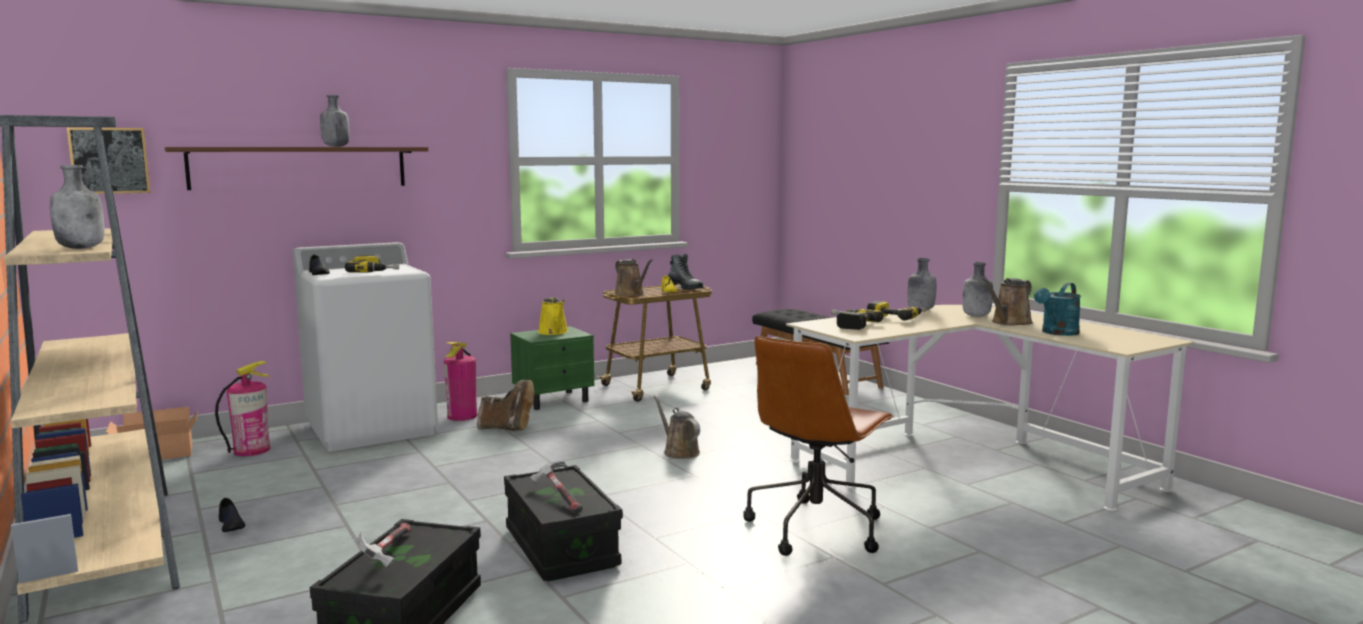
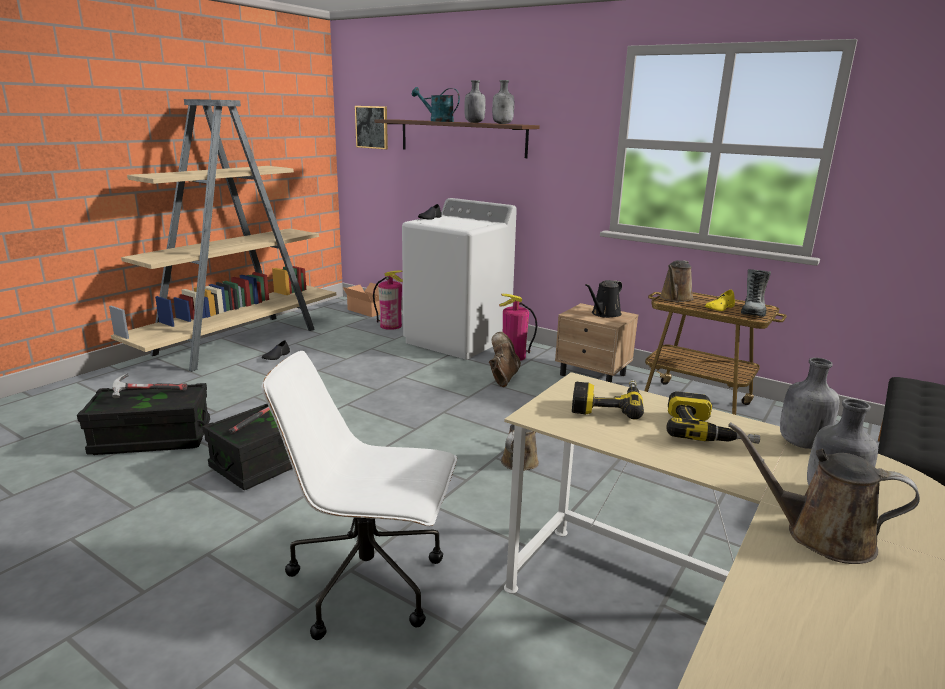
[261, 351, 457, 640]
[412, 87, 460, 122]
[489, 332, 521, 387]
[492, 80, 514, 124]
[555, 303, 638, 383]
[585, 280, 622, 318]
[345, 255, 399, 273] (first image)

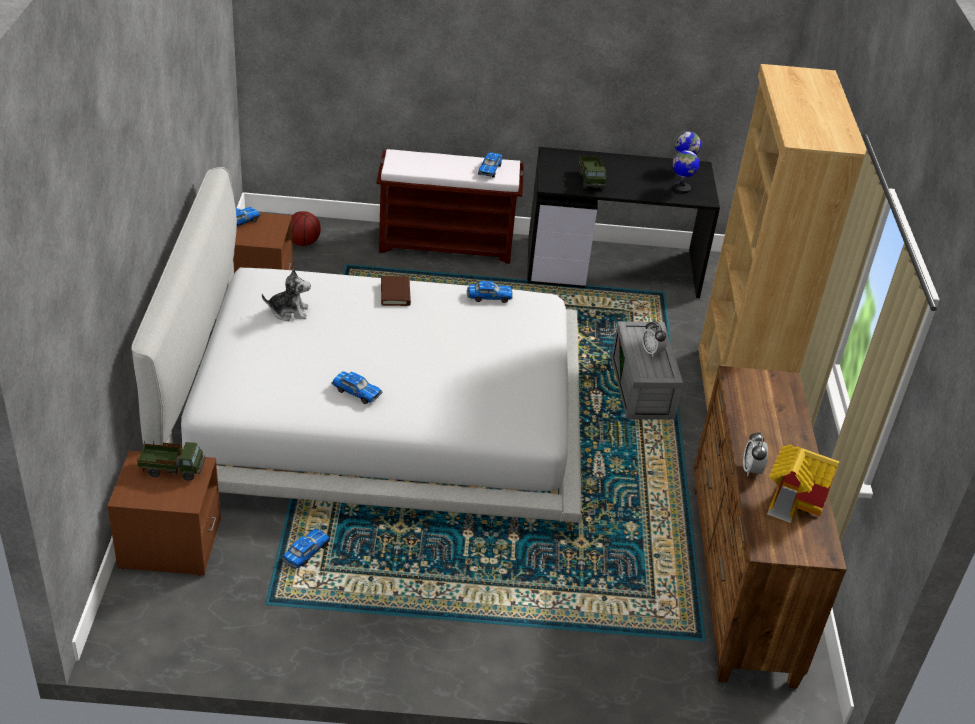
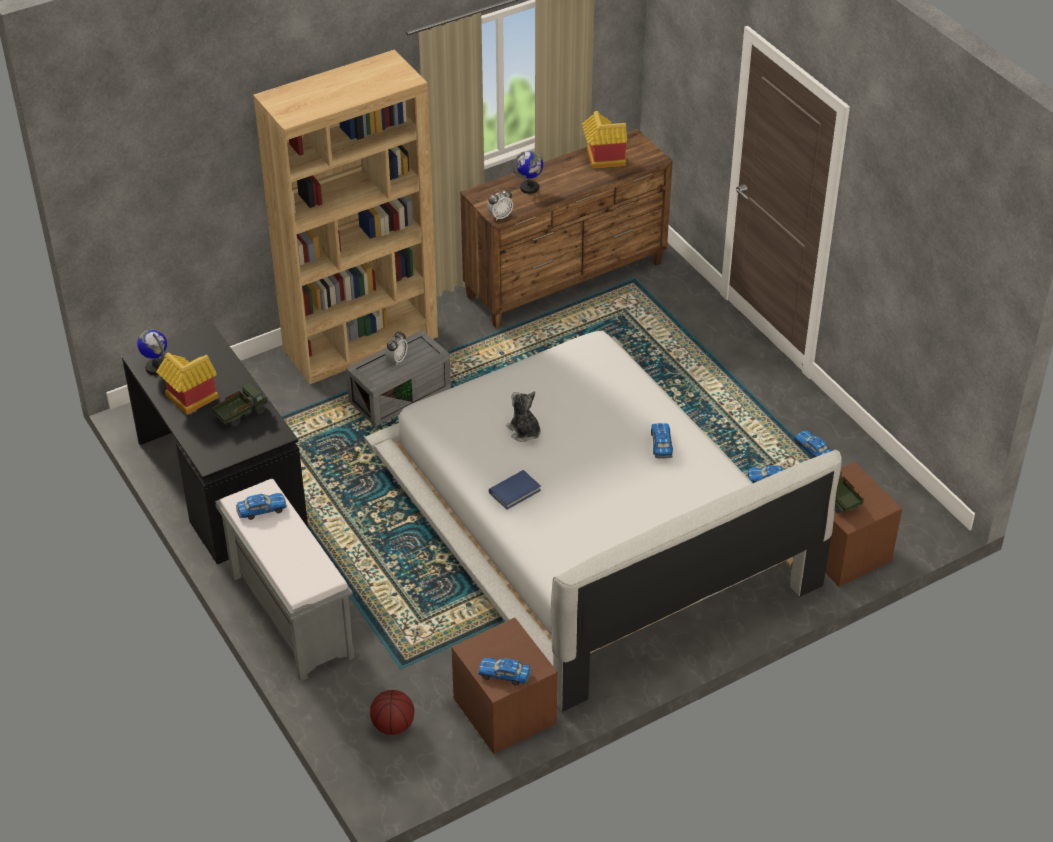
[156, 353, 219, 415]
[215, 479, 355, 681]
[487, 188, 513, 221]
[489, 470, 541, 510]
[506, 391, 541, 442]
[513, 151, 543, 194]
[794, 430, 832, 458]

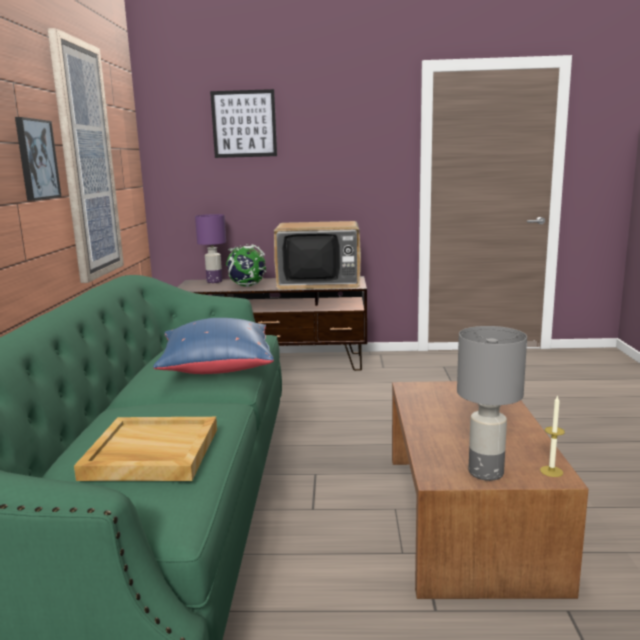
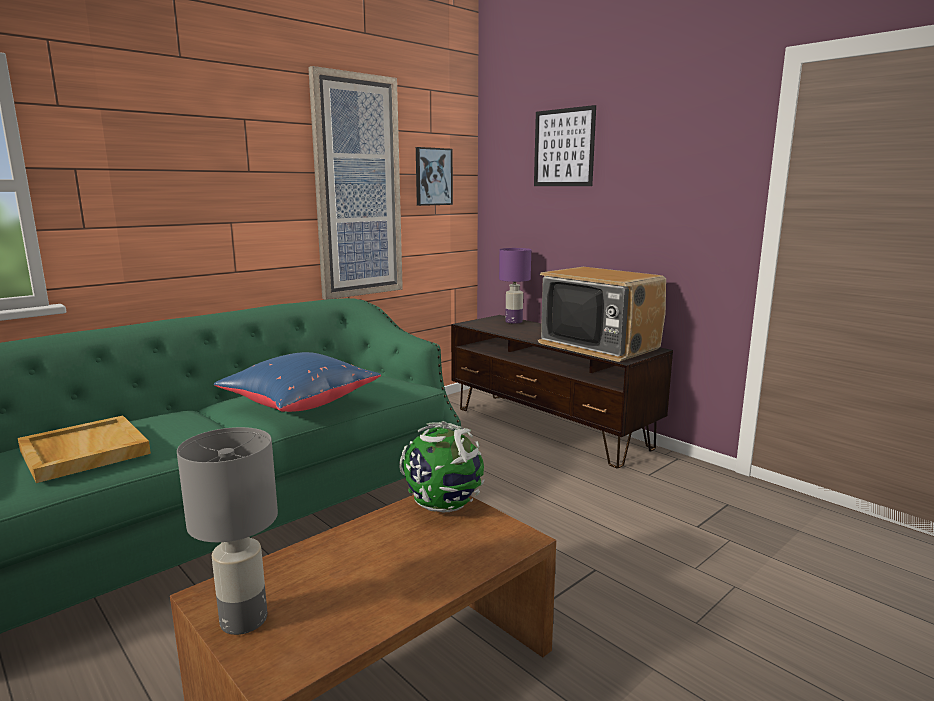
[399, 421, 484, 512]
[416, 147, 453, 206]
[540, 395, 565, 477] (first image)

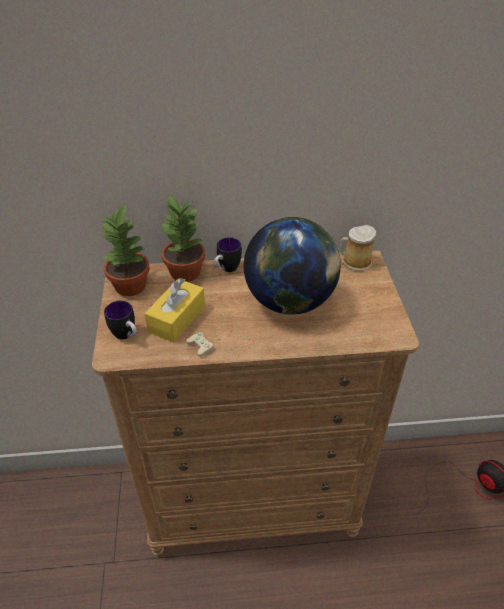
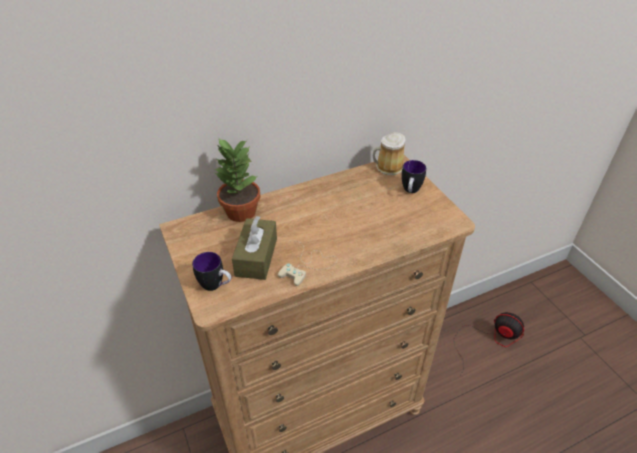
[232, 216, 277, 280]
[401, 160, 426, 193]
[100, 205, 150, 296] (first image)
[244, 217, 341, 315] (first image)

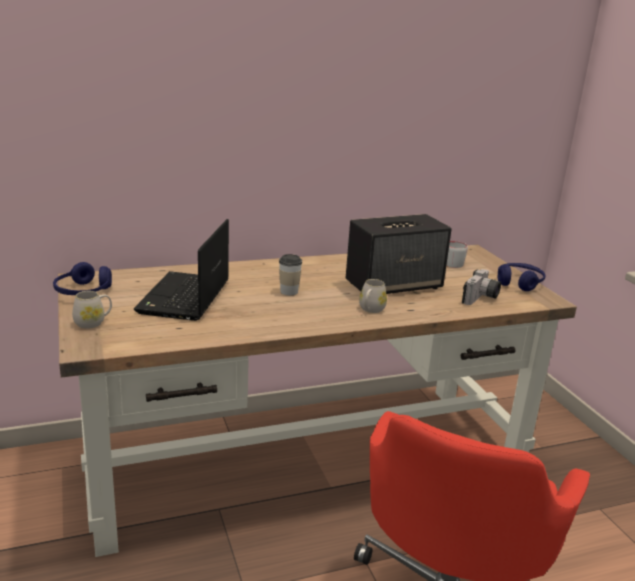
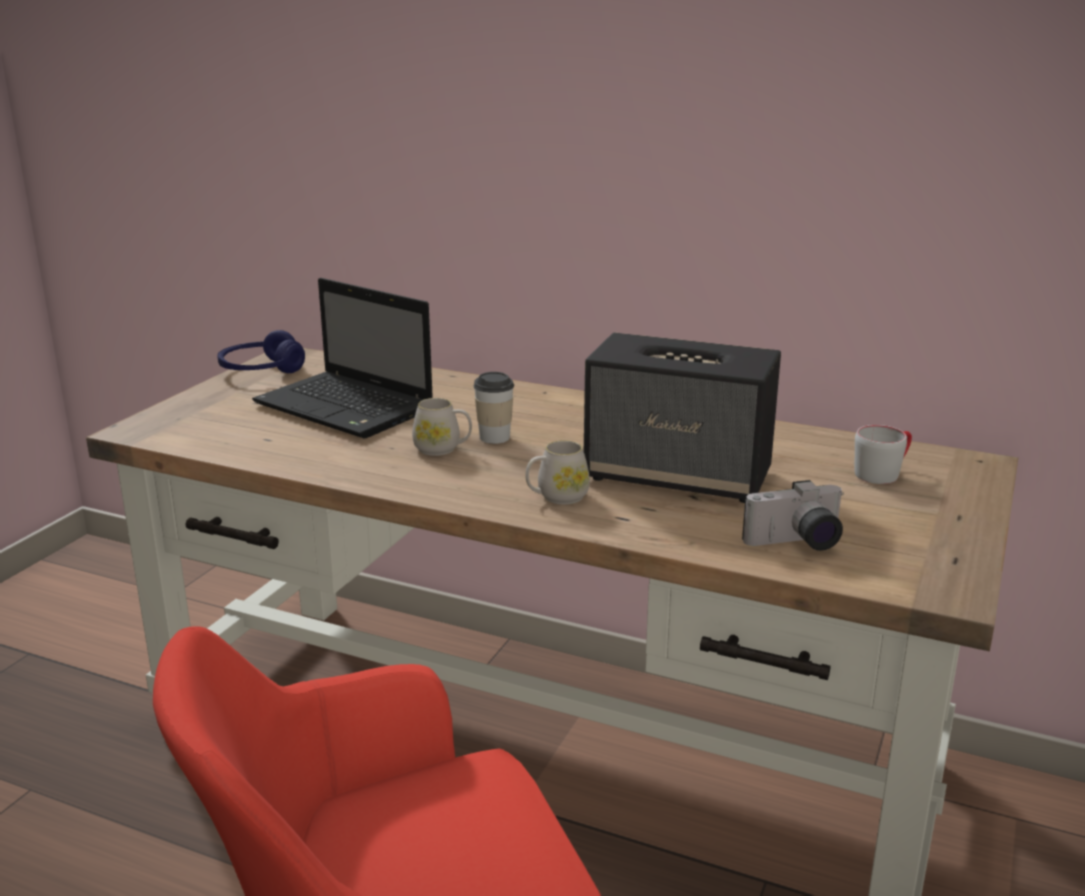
[252, 278, 433, 439]
[412, 398, 472, 456]
[498, 263, 545, 291] (first image)

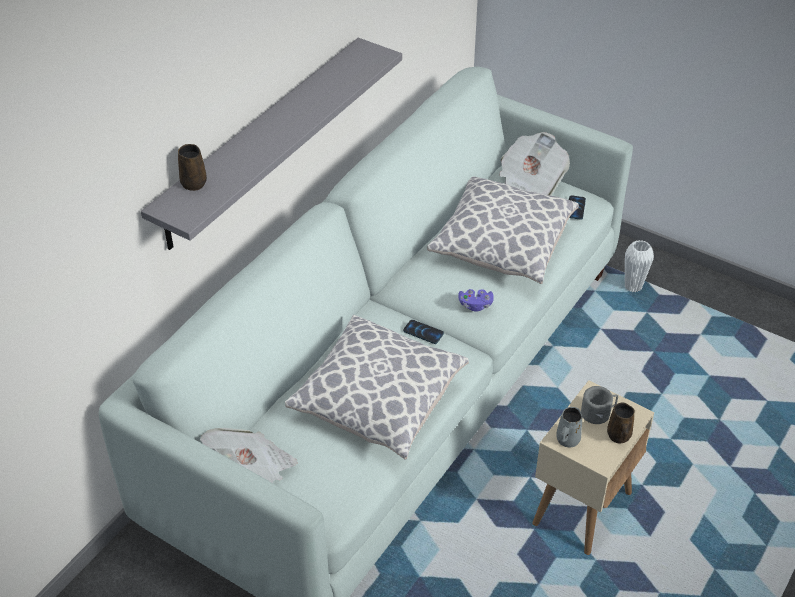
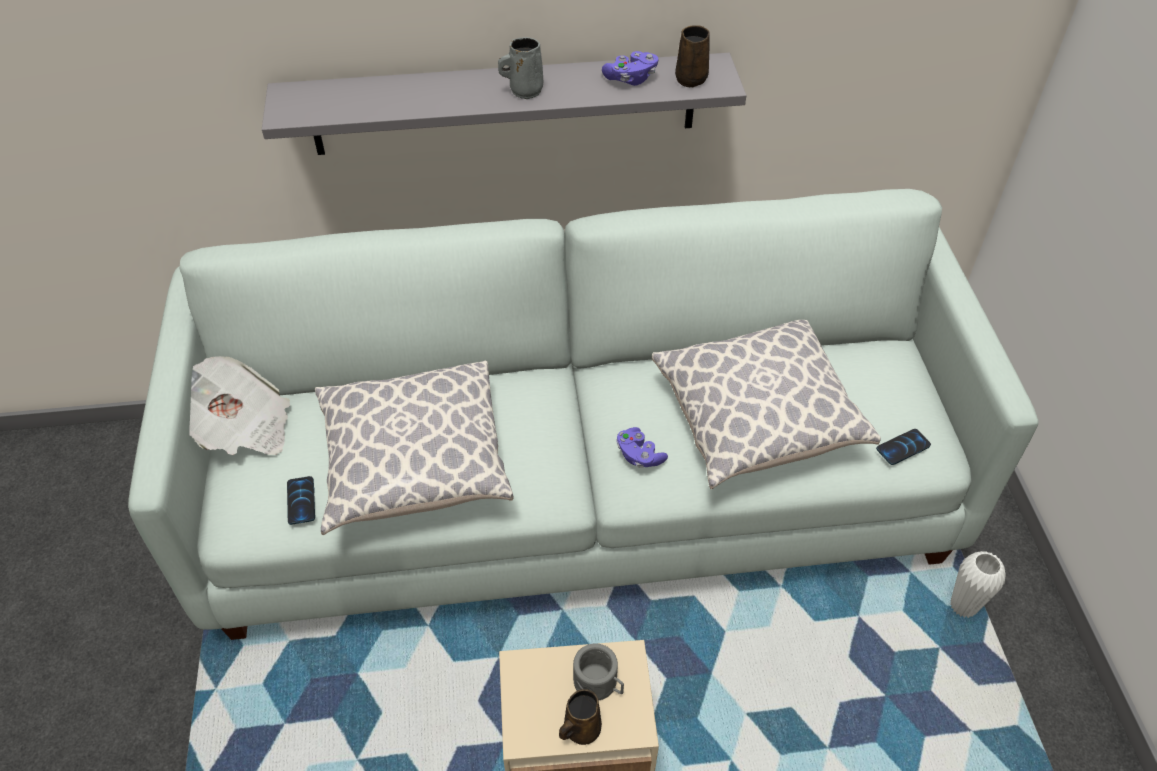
[287, 476, 315, 525]
[498, 37, 543, 99]
[602, 51, 659, 86]
[675, 25, 710, 88]
[499, 132, 570, 196] (first image)

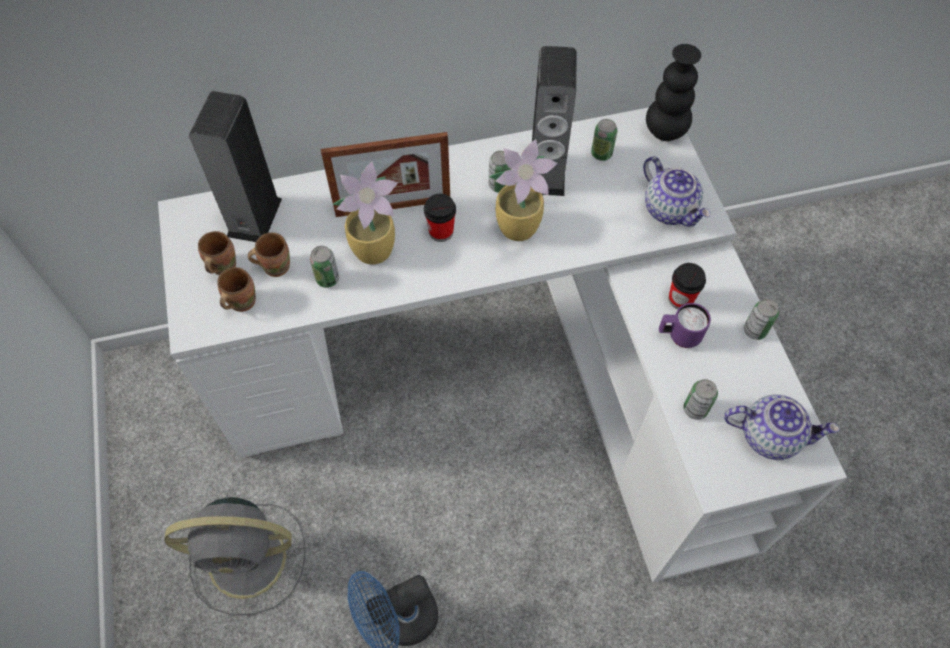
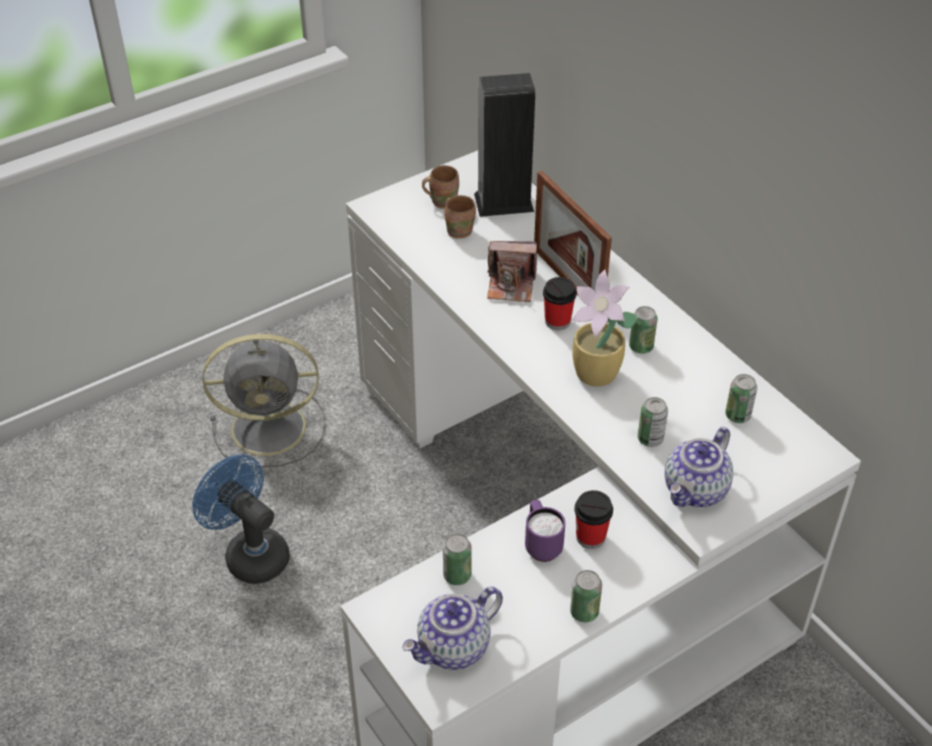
[203, 334, 325, 468]
[402, 587, 503, 670]
[487, 241, 537, 302]
[638, 397, 668, 447]
[217, 267, 256, 312] (first image)
[532, 46, 577, 196] (first image)
[646, 44, 701, 141] (first image)

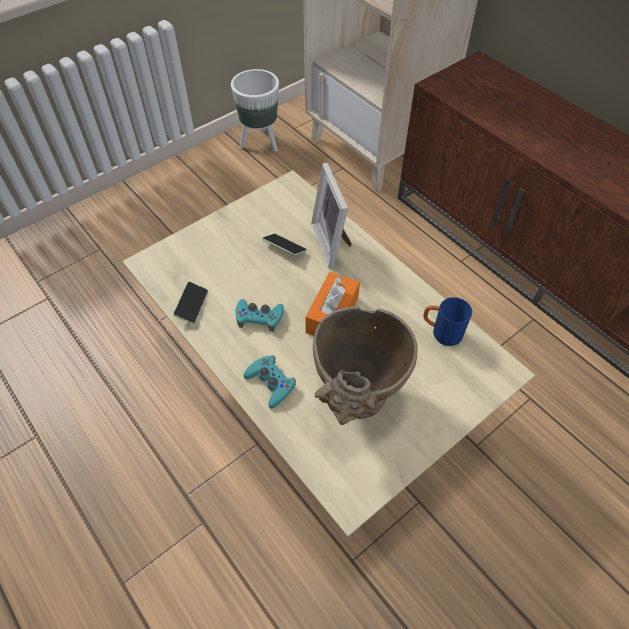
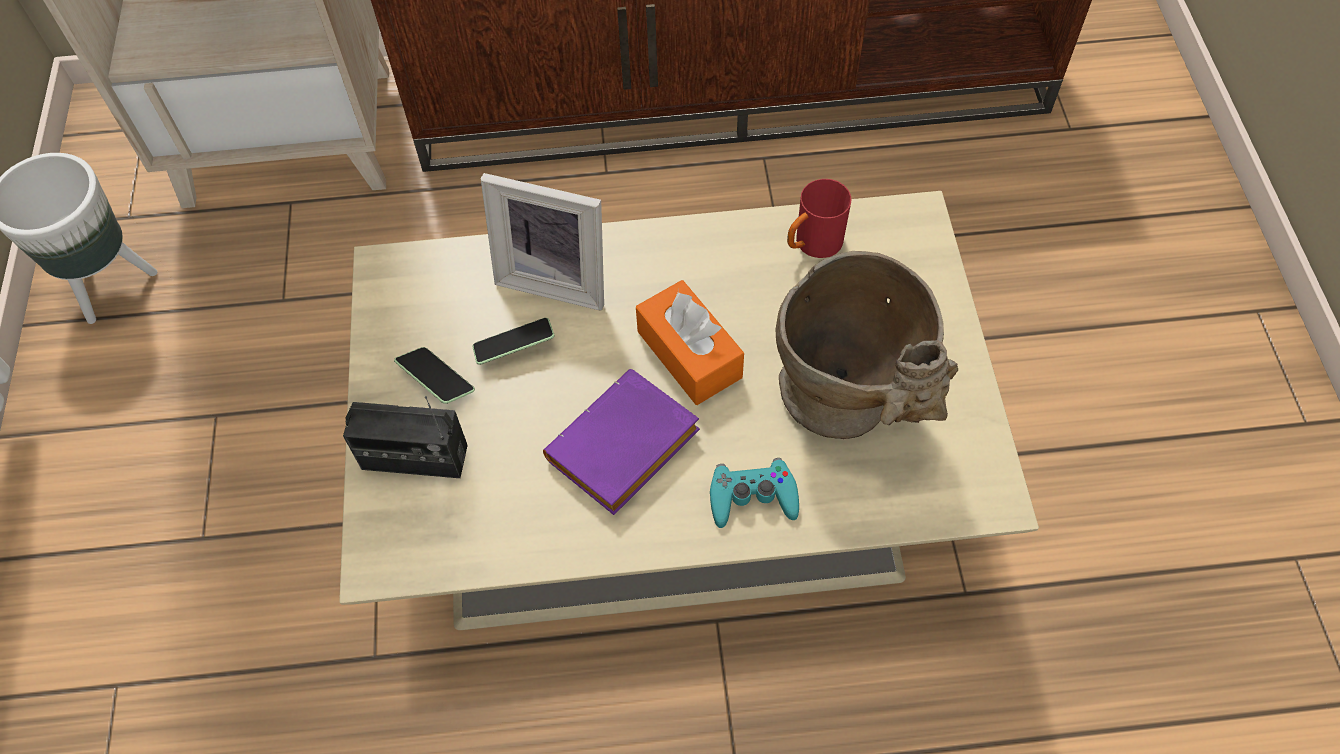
[343, 396, 468, 478]
[394, 347, 475, 404]
[543, 369, 700, 515]
[787, 179, 851, 258]

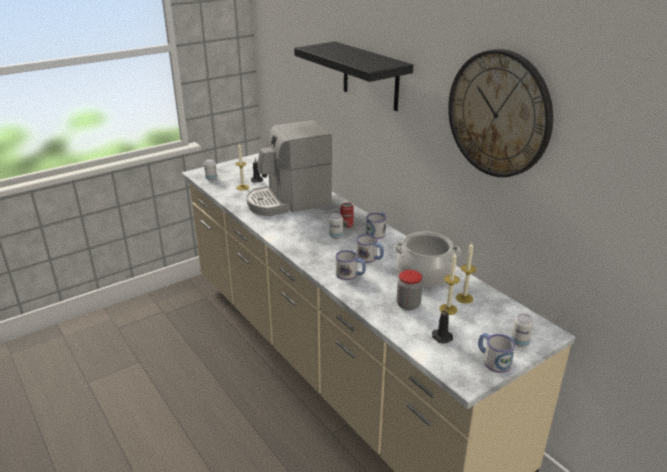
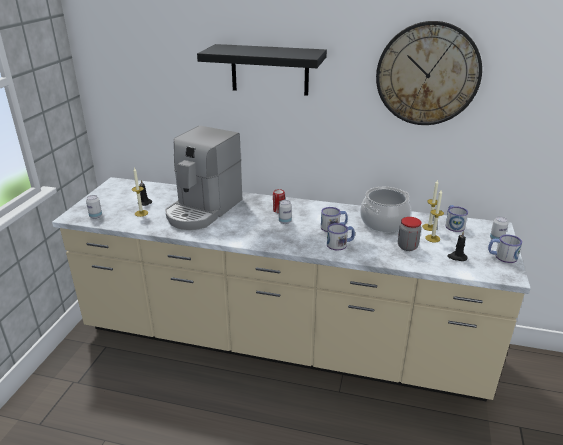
[445, 205, 468, 232]

